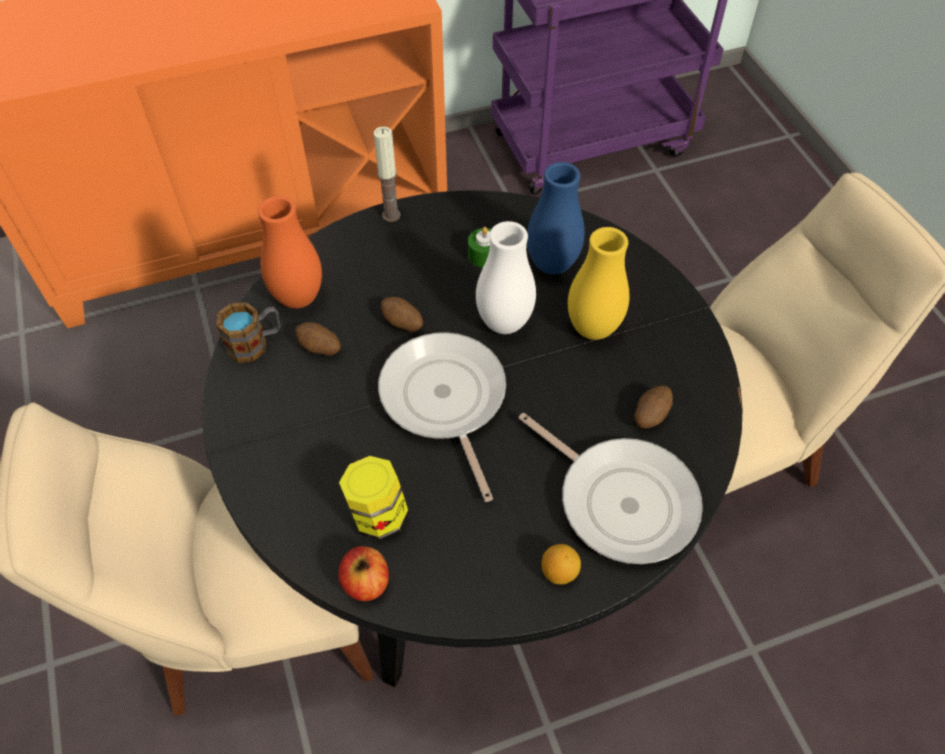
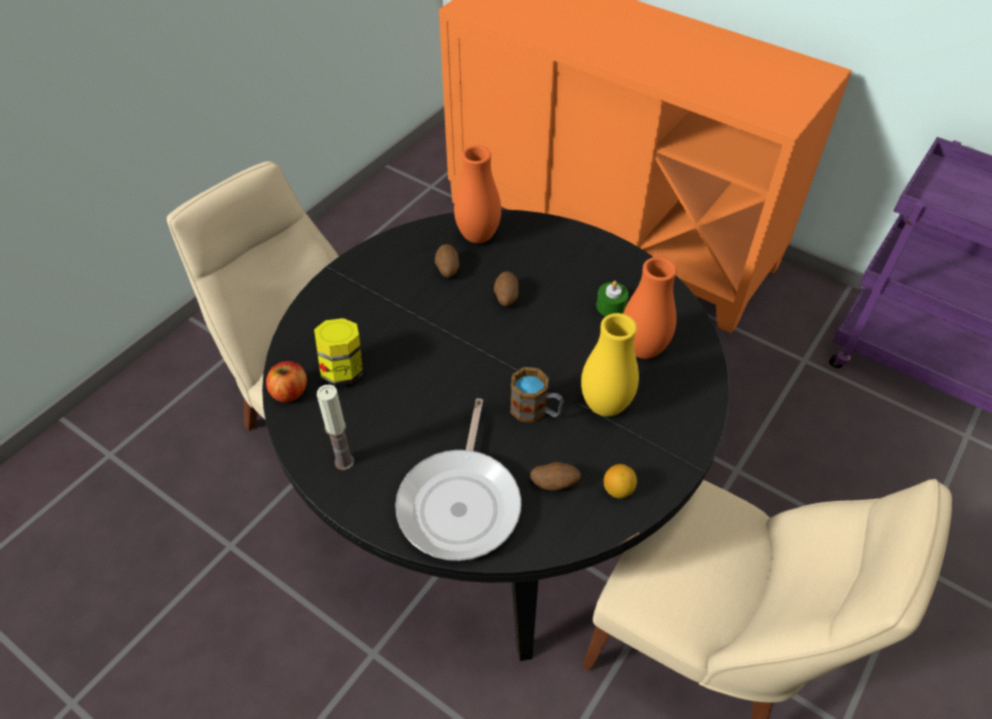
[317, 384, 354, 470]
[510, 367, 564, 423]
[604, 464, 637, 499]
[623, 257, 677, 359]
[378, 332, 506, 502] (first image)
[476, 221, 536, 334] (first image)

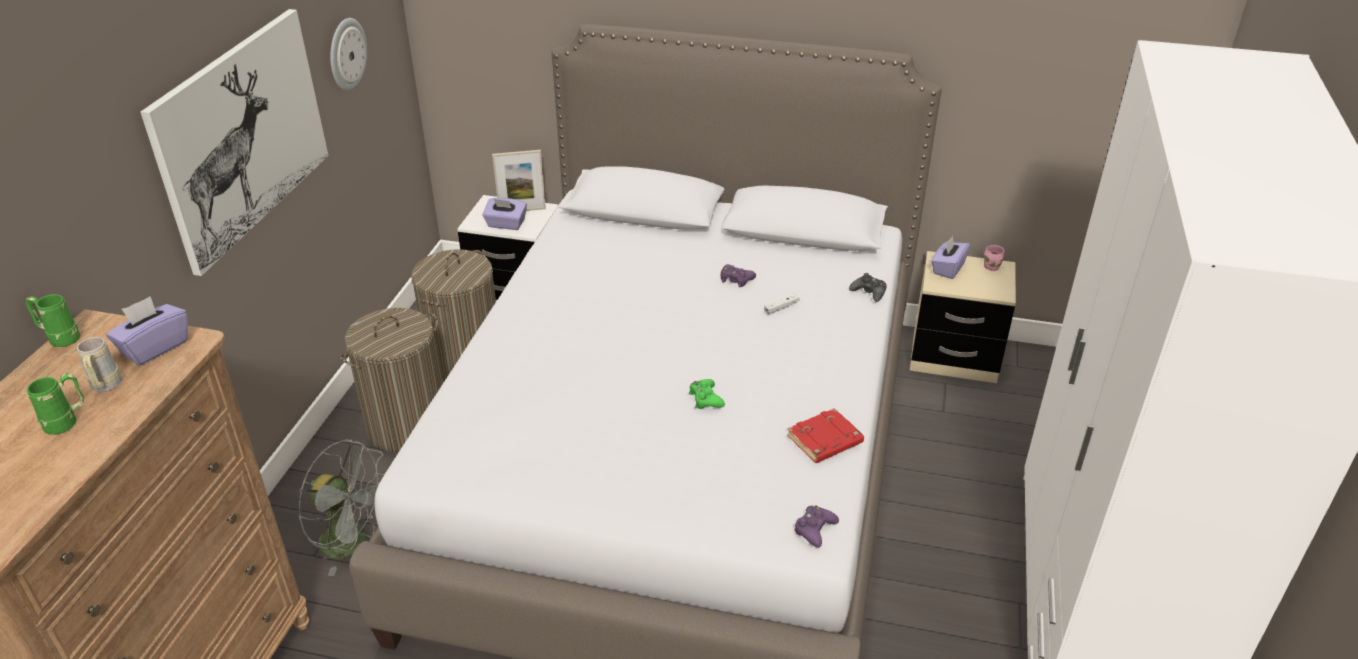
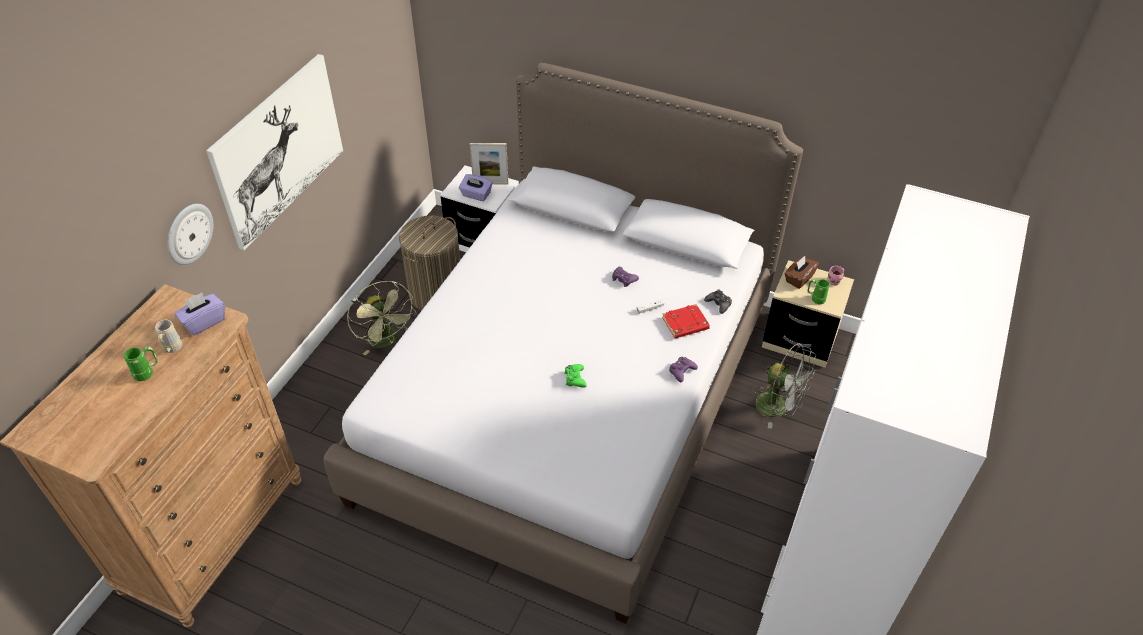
[168, 204, 213, 265]
[347, 281, 416, 355]
[662, 304, 710, 339]
[669, 357, 698, 382]
[752, 343, 816, 429]
[785, 256, 819, 289]
[808, 279, 829, 304]

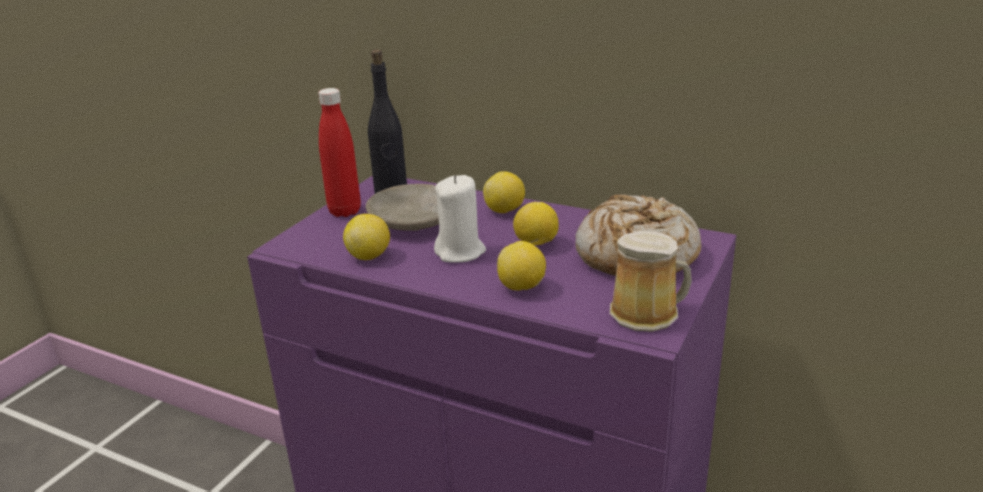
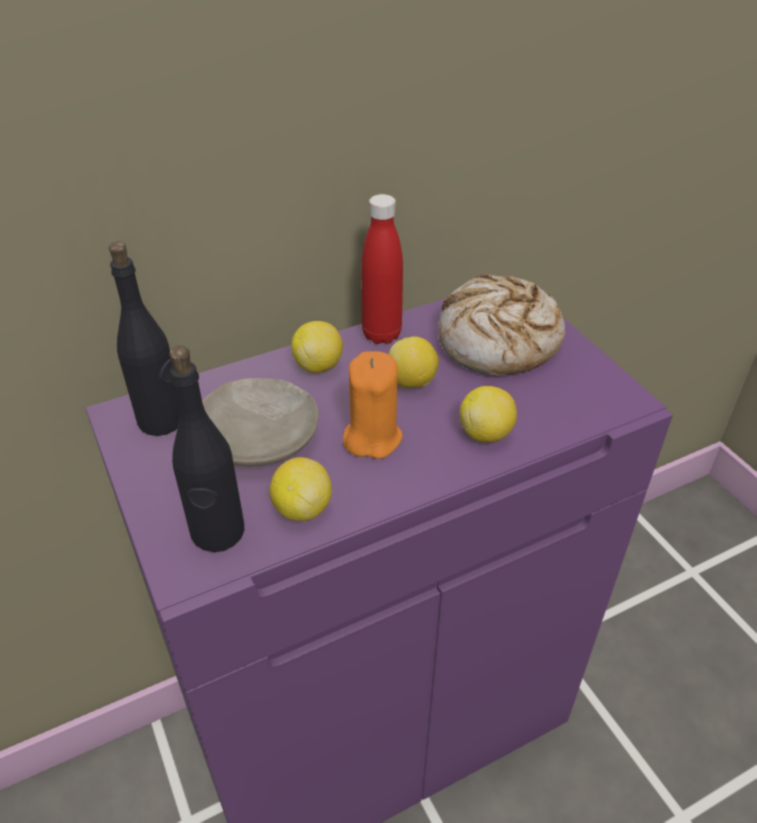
[169, 345, 245, 552]
[343, 351, 402, 459]
[361, 194, 403, 344]
[610, 231, 692, 332] (first image)

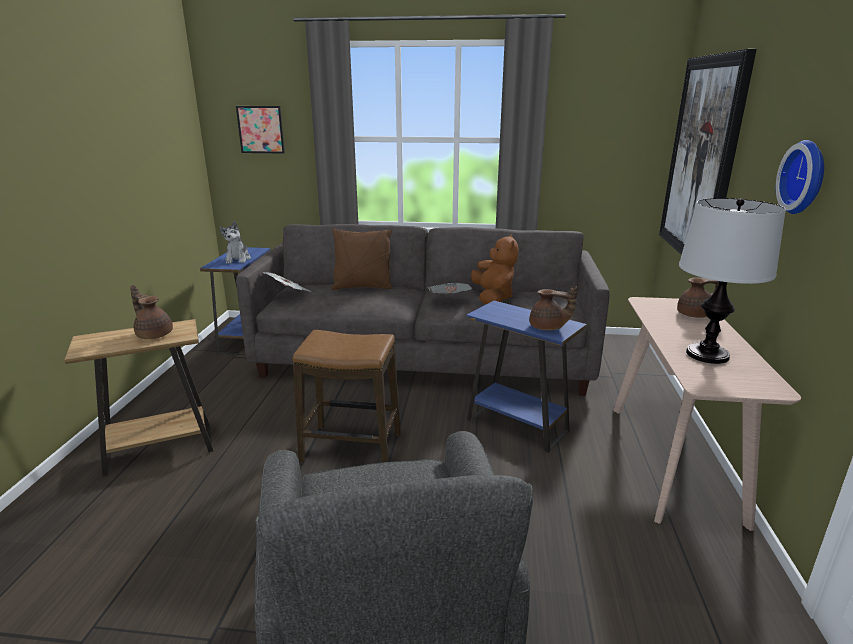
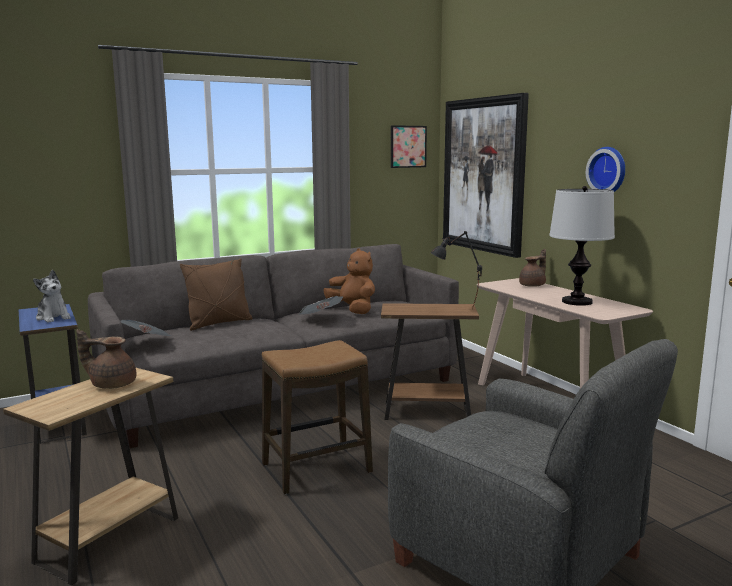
[381, 303, 479, 420]
[391, 125, 427, 168]
[430, 231, 482, 309]

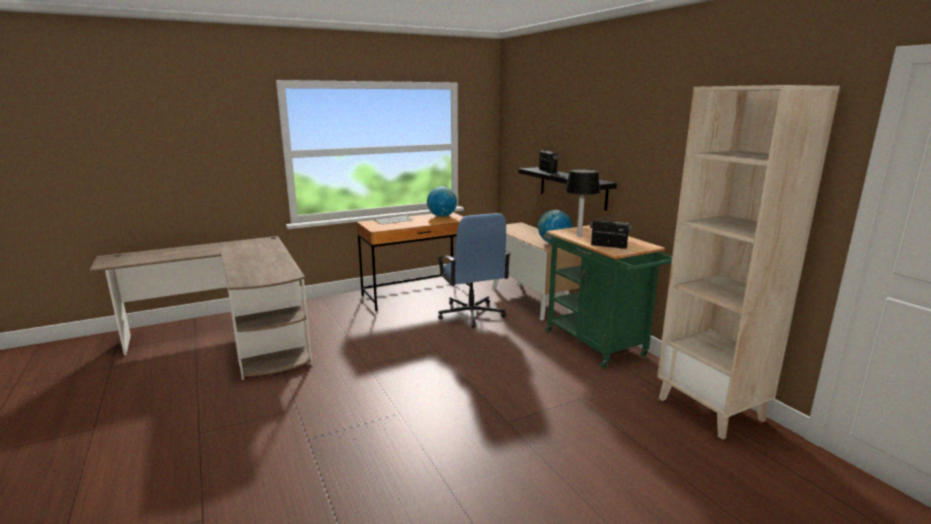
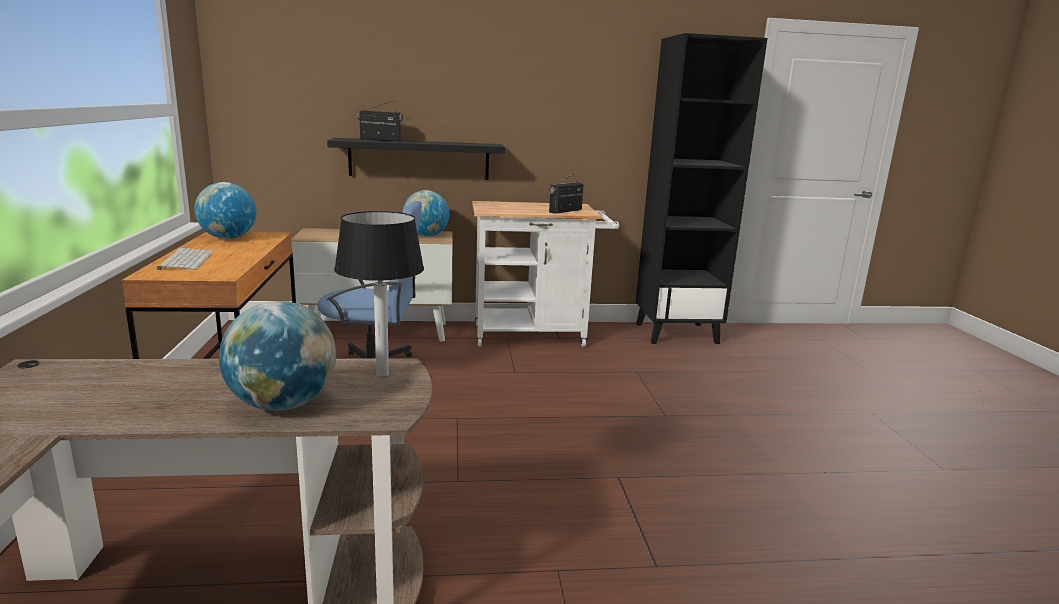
[219, 301, 336, 411]
[334, 211, 424, 377]
[472, 201, 619, 347]
[636, 33, 768, 344]

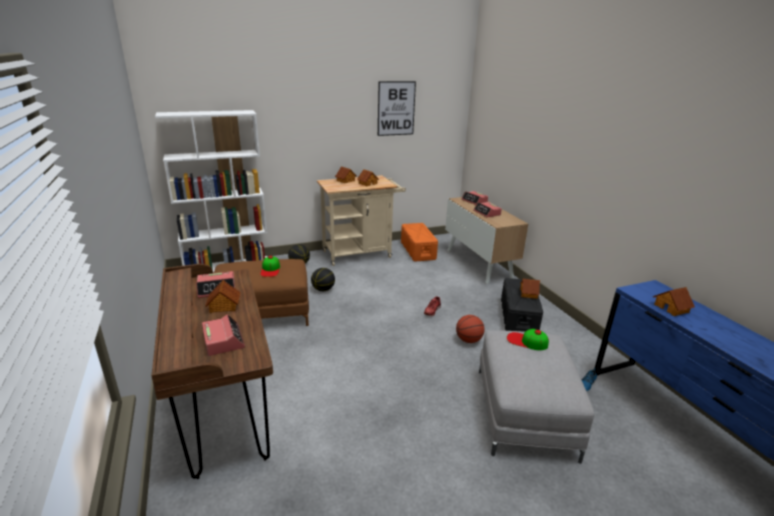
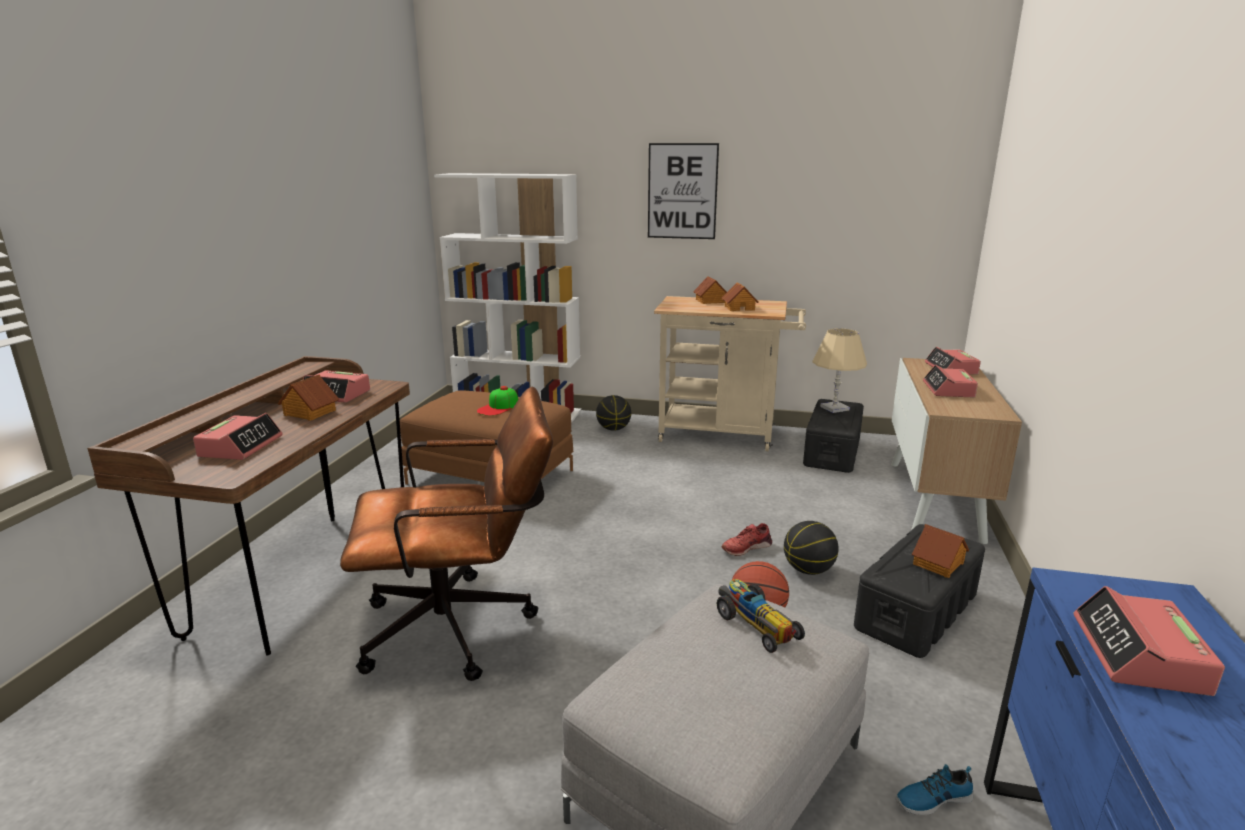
[340, 387, 553, 681]
[648, 143, 719, 239]
[717, 579, 805, 653]
[784, 521, 839, 575]
[803, 399, 864, 473]
[812, 328, 867, 413]
[1073, 586, 1225, 696]

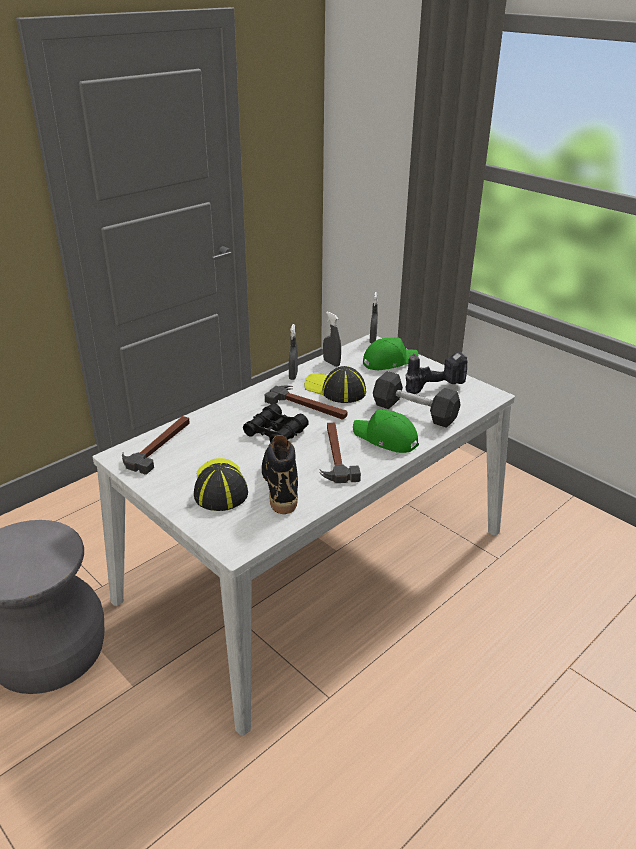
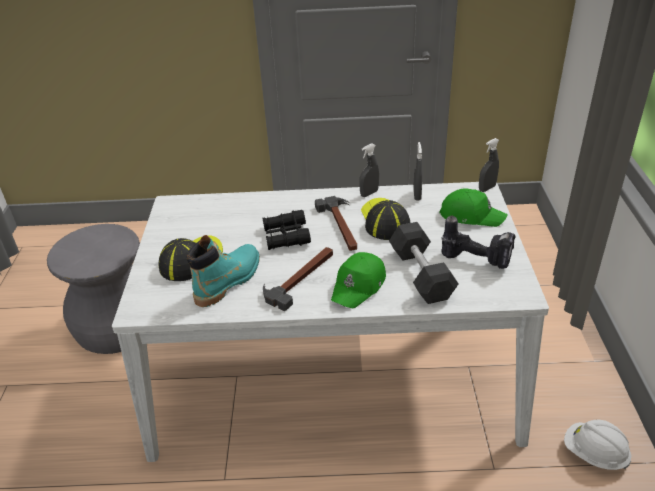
[186, 235, 260, 307]
[331, 252, 386, 308]
[564, 420, 631, 470]
[122, 416, 190, 475] (first image)

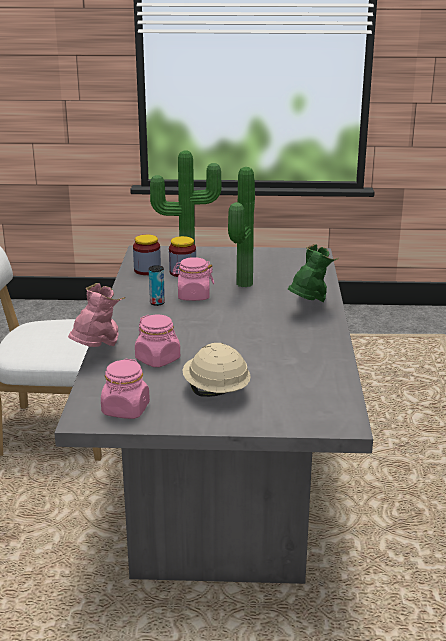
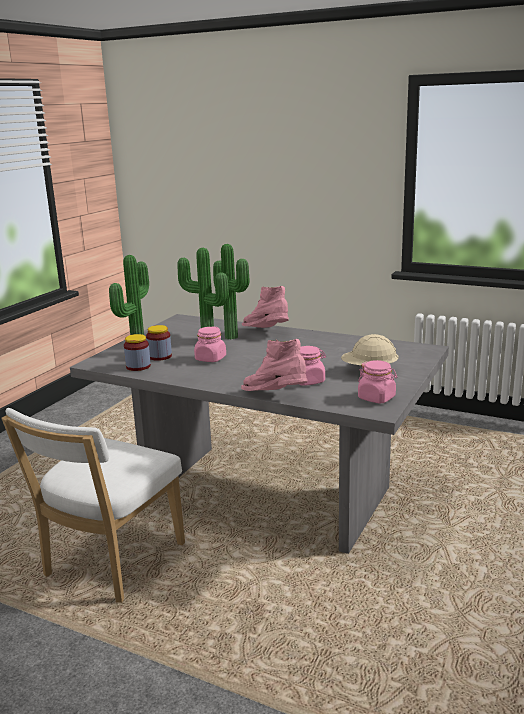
[213, 244, 250, 339]
[242, 286, 289, 328]
[149, 265, 165, 306] (first image)

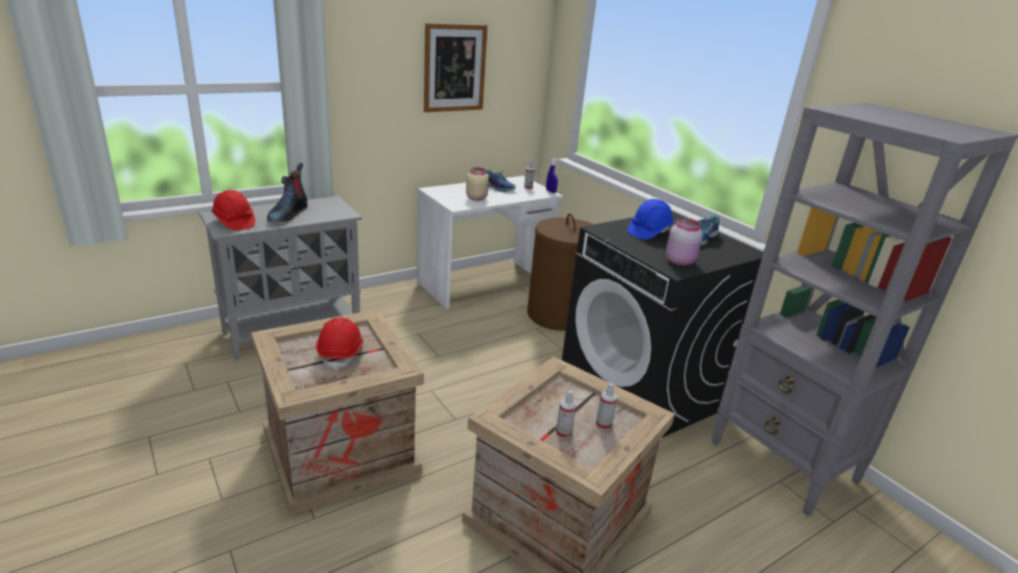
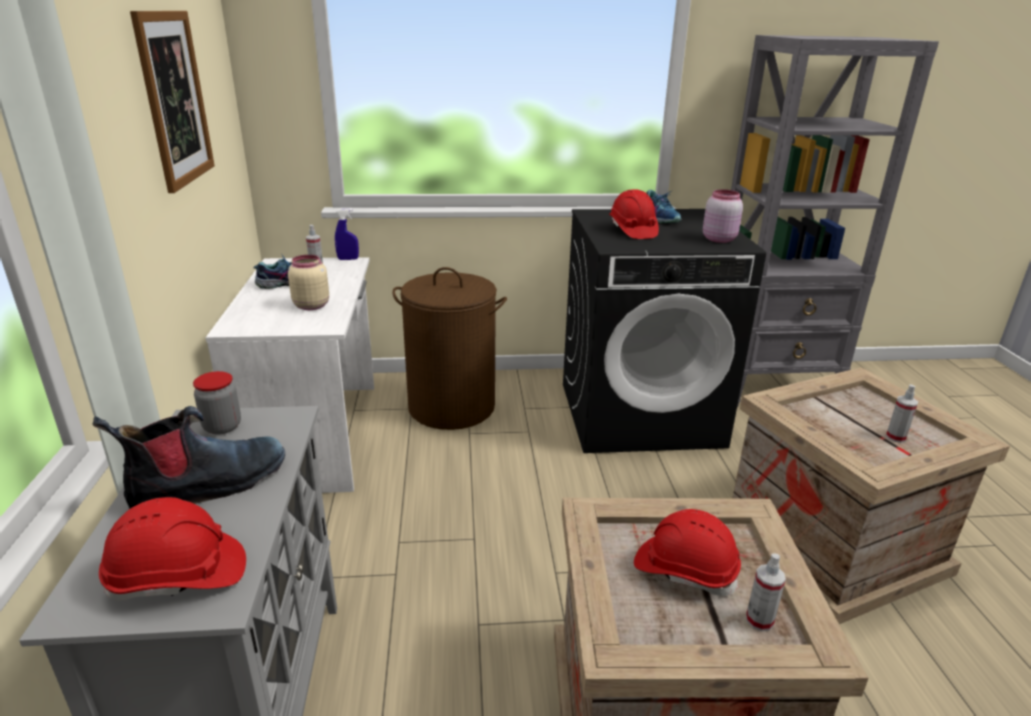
[92, 406, 285, 509]
[193, 371, 241, 435]
[609, 189, 659, 239]
[746, 553, 786, 631]

